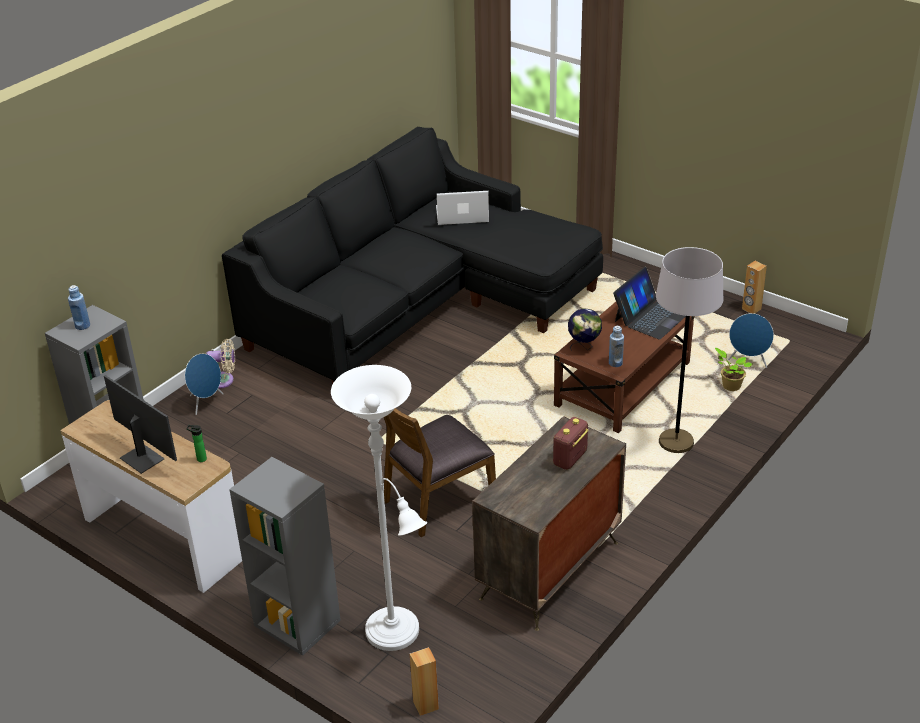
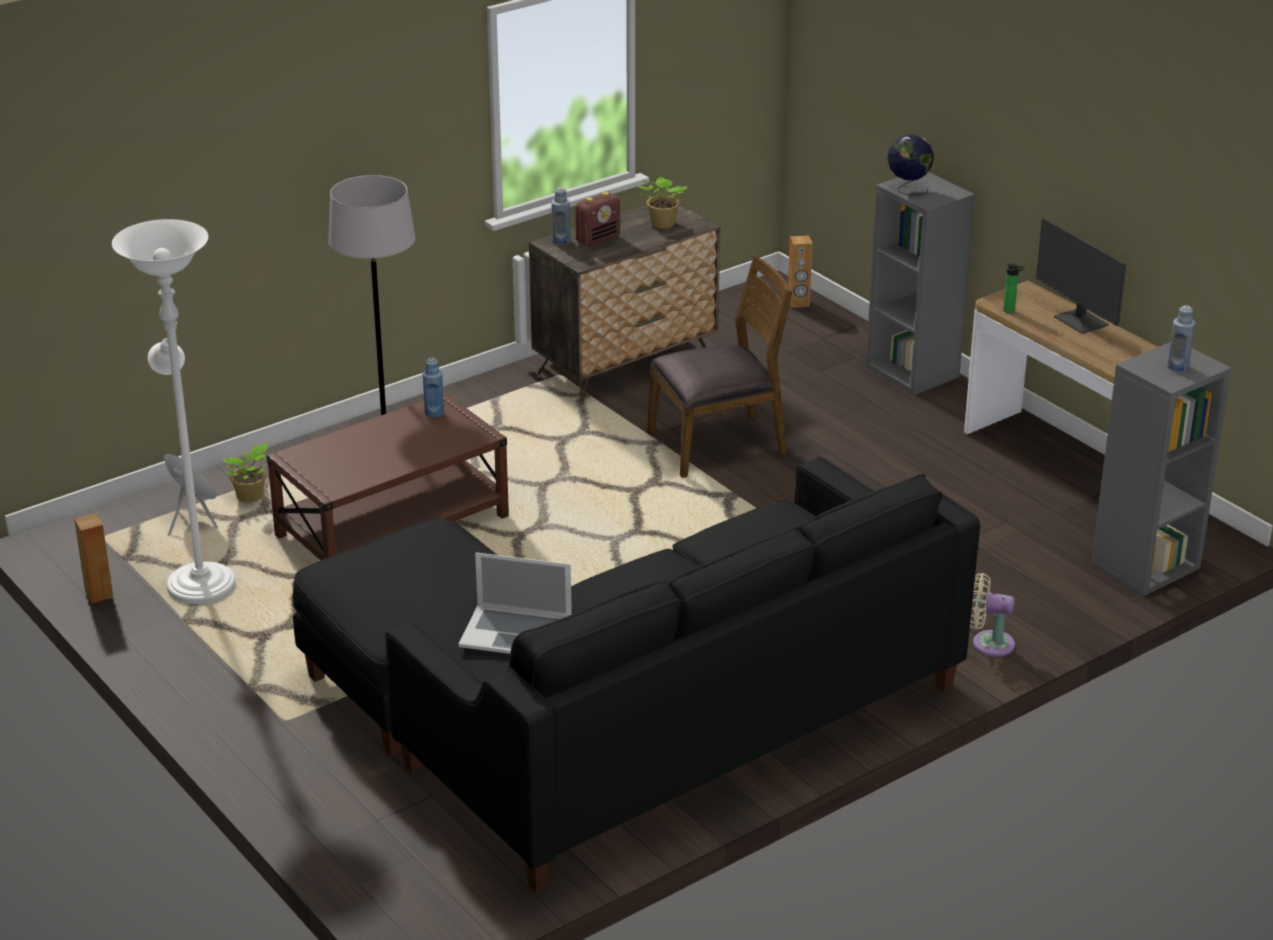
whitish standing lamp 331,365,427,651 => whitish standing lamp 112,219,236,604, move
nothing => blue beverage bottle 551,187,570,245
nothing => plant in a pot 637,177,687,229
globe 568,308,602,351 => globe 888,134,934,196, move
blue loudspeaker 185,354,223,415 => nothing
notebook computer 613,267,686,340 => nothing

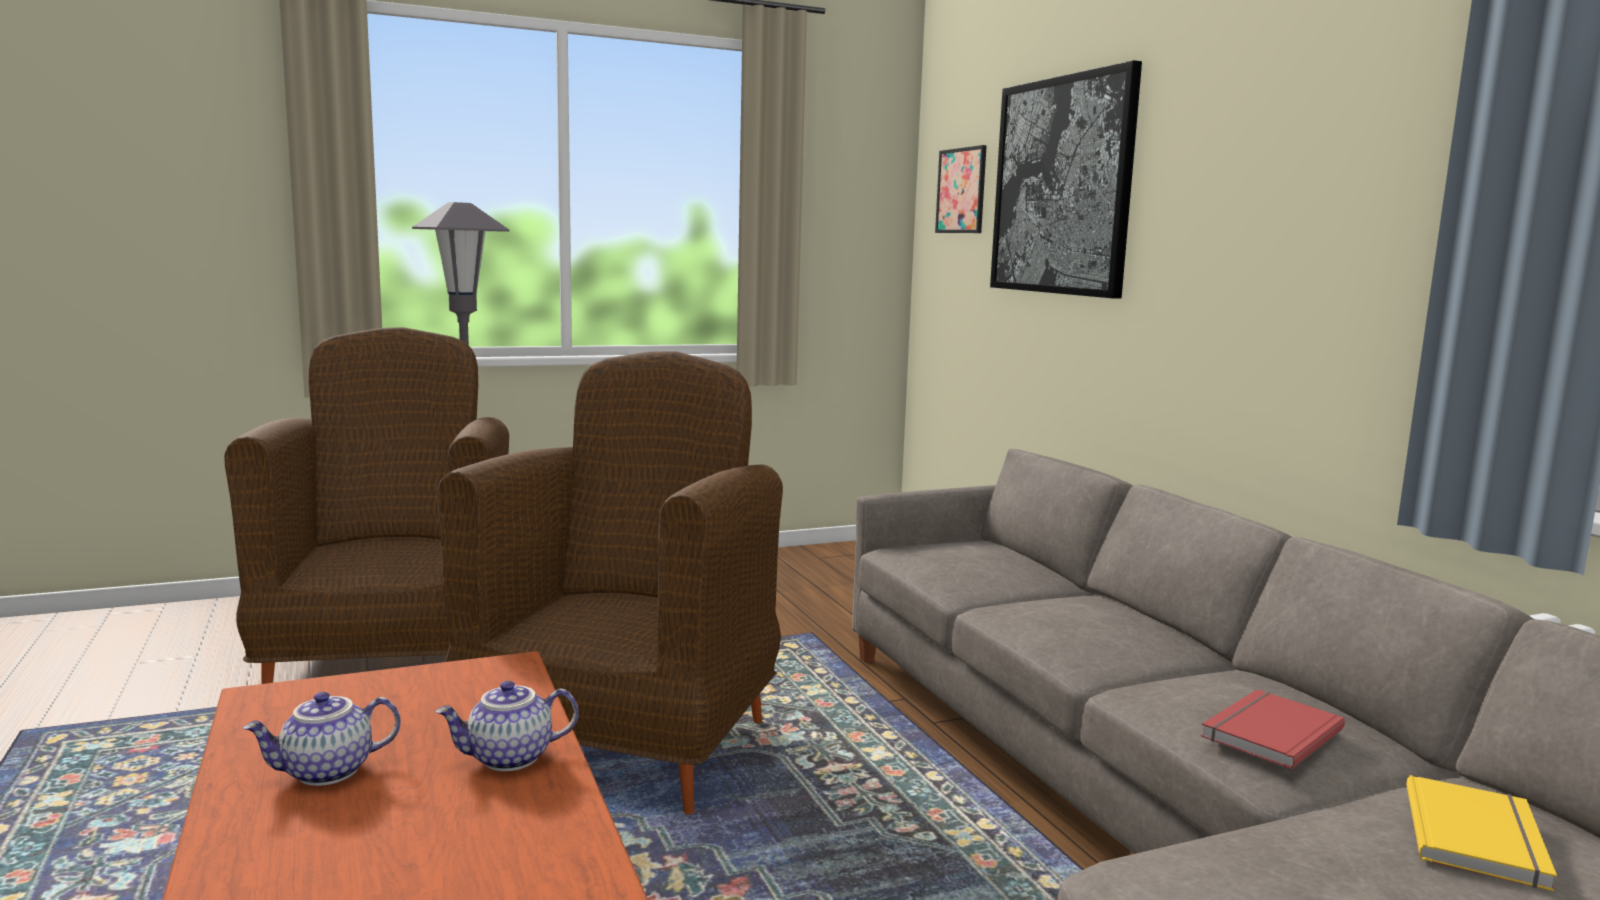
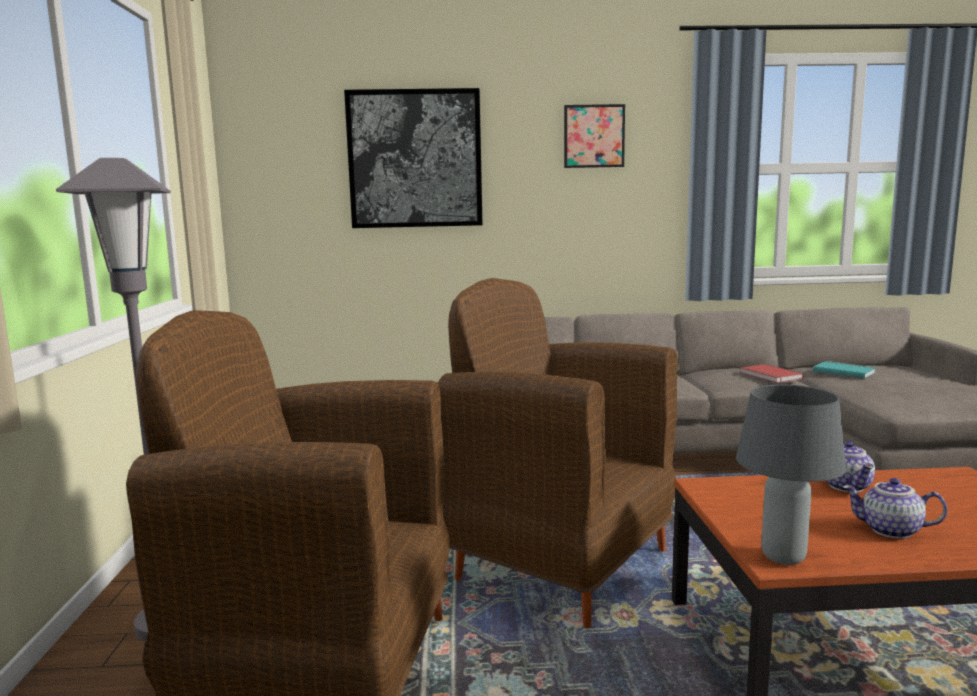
wall picture 935,145,987,233 => wall picture 564,104,625,168, move
nothing => gray table lamp 736,385,846,565
yellowish volume 1406,775,1557,891 => blue-green volume 813,361,877,379
pot for tea 242,692,400,786 => pot for tea 843,478,947,539, 120 degrees clockwise

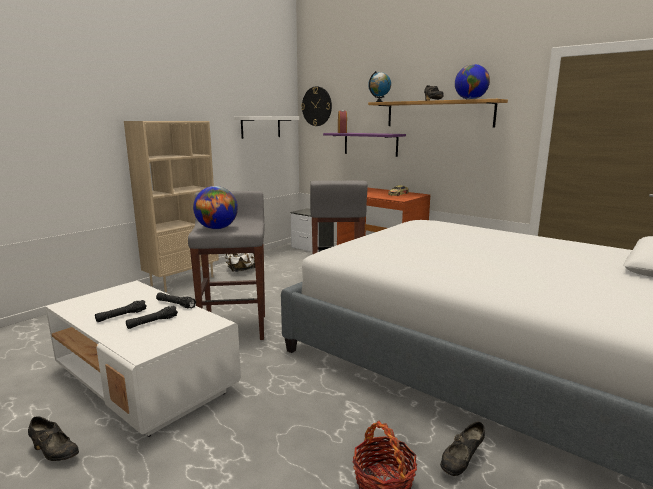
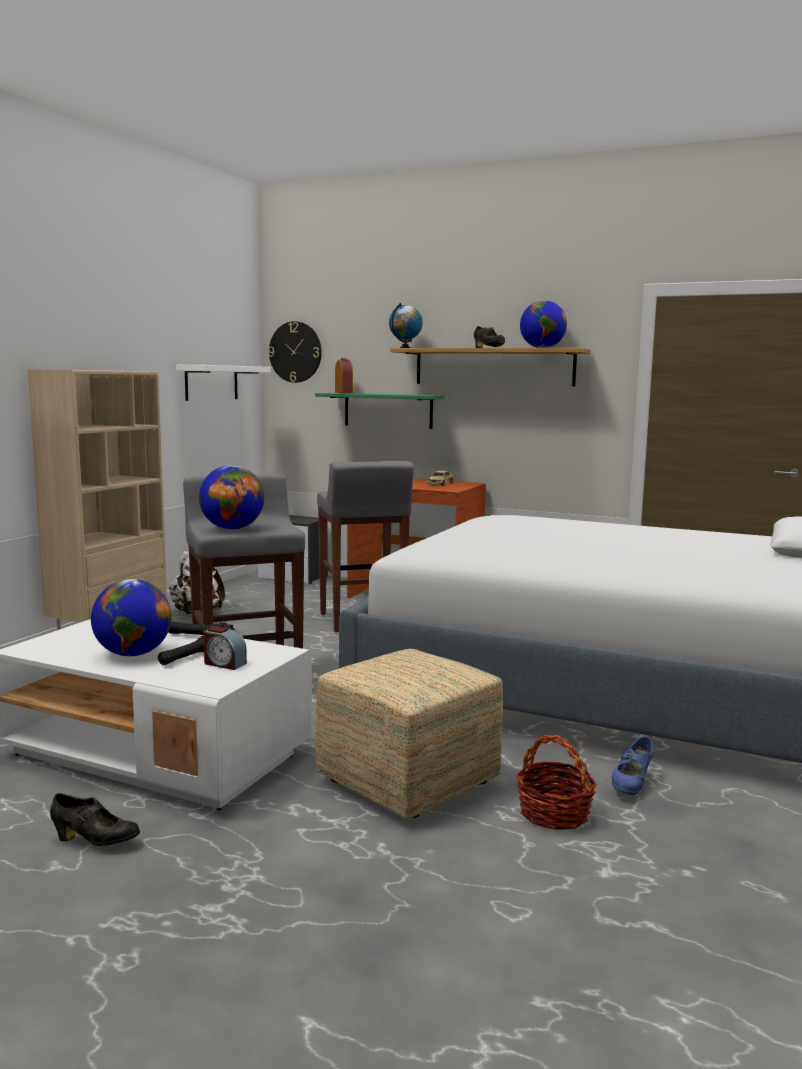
black-coloured torch 95,300,147,322 => globe 91,579,172,656
nothing => alarm clock 203,627,247,670
purple-coloured wall shelf 323,133,406,157 => green wall shelf 315,393,445,429
nothing => pouffe 316,649,503,820
black-coloured item of footwear 441,422,485,476 => blue item of footwear 612,737,653,795

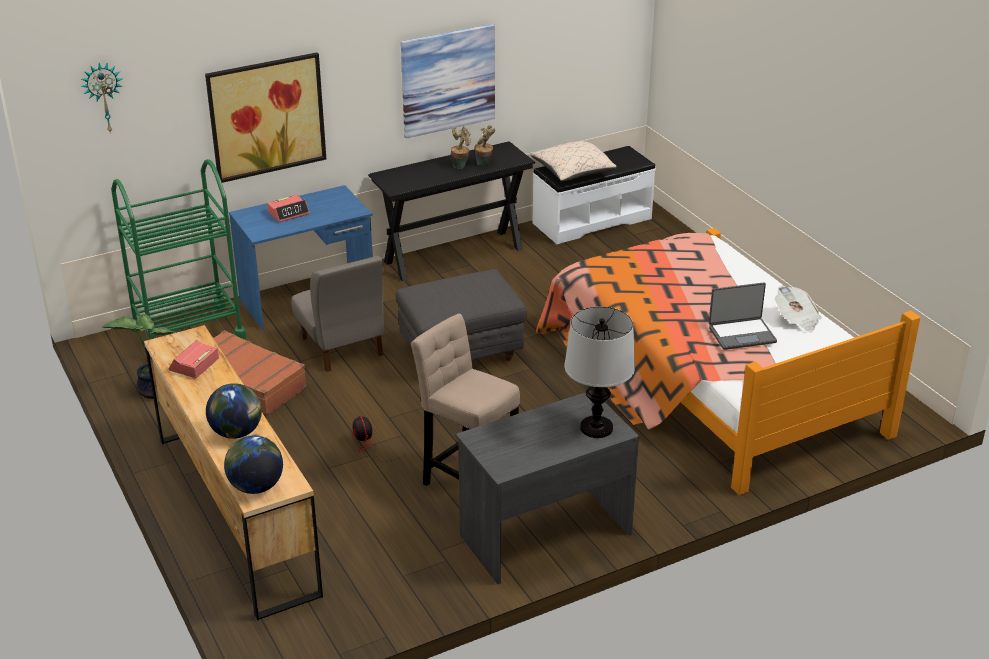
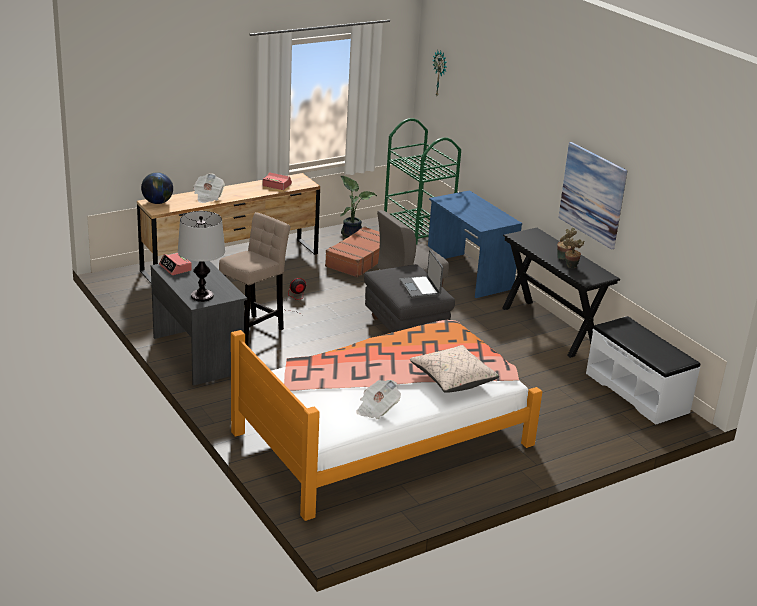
alarm clock 267,194,310,222 => alarm clock 159,253,192,275, move
globe 206,383,262,439 => printed paper 193,173,225,203
notebook computer 709,282,777,350 => notebook computer 400,250,443,299, move
beige pillow 530,141,617,181 => beige pillow 410,345,499,393, move
wall picture 205,52,326,183 => nothing

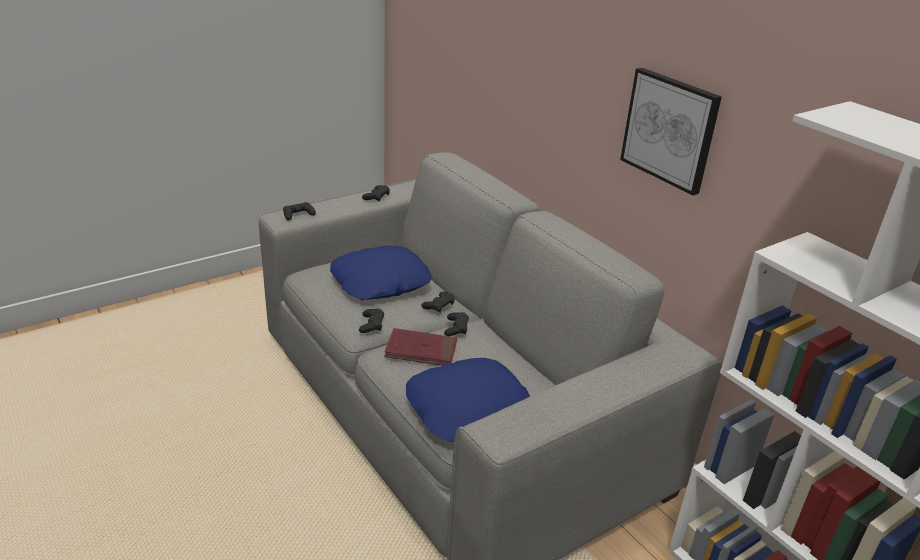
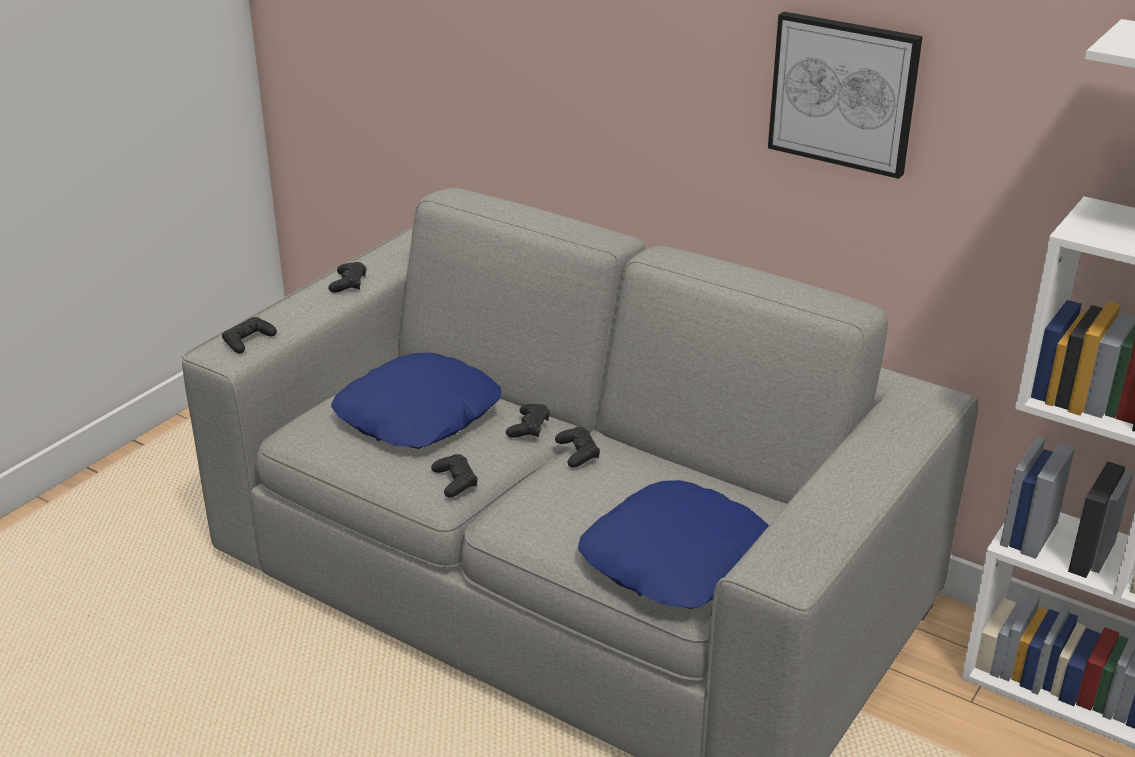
reddish volume 384,328,457,366 => nothing

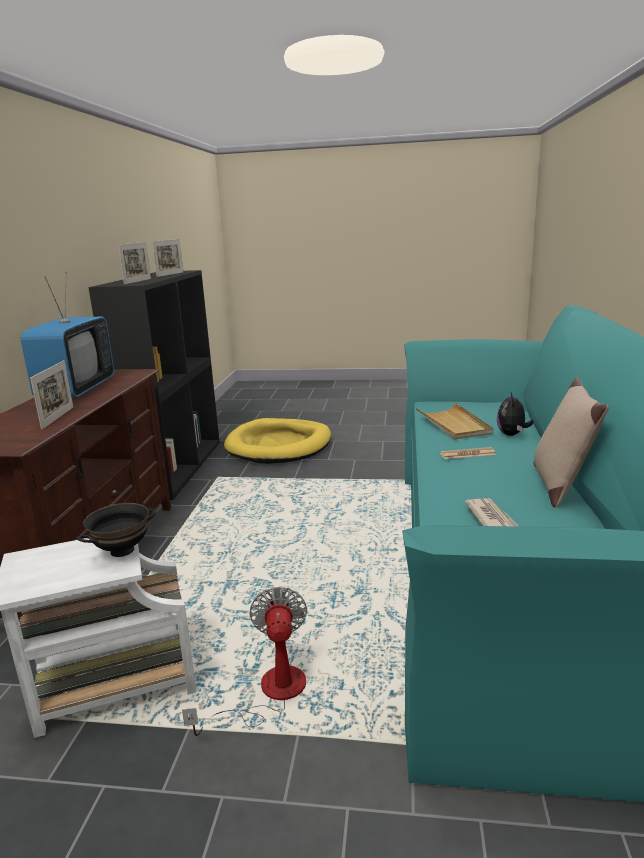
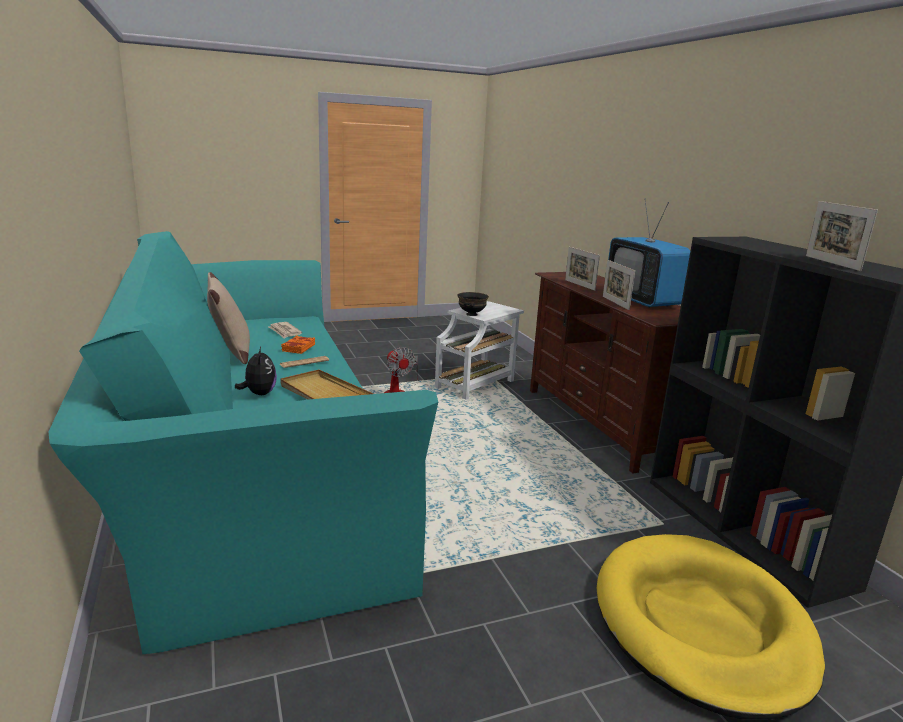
nothing => orange volume 281,336,315,354
photo frame 118,242,151,284 => photo frame 603,260,635,310, move

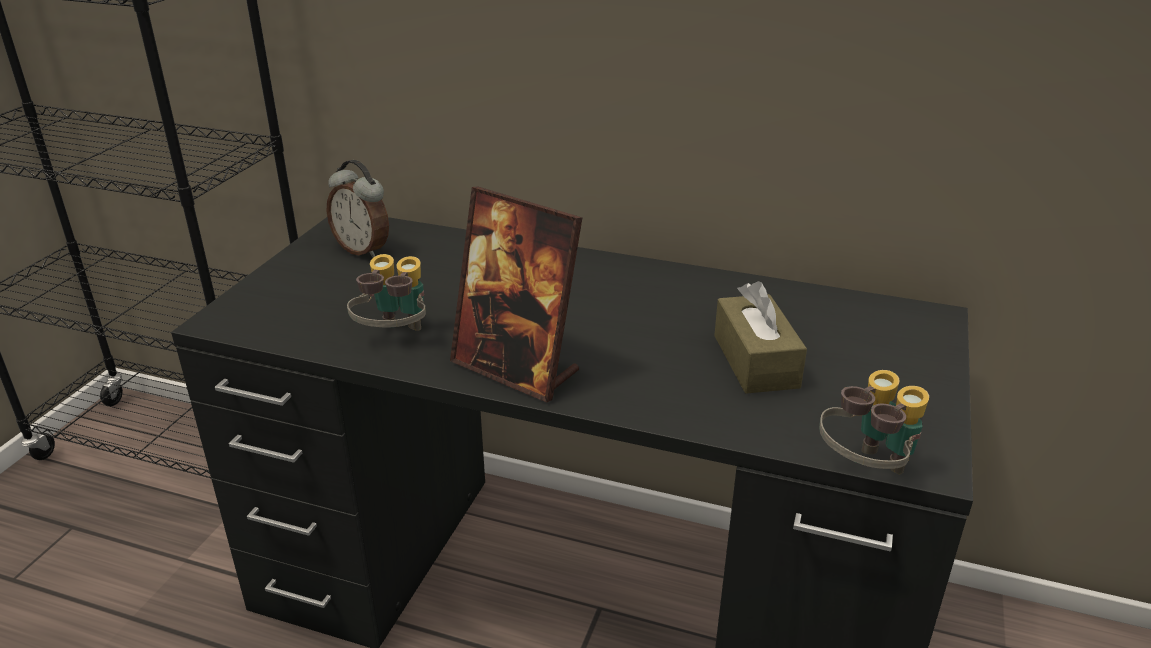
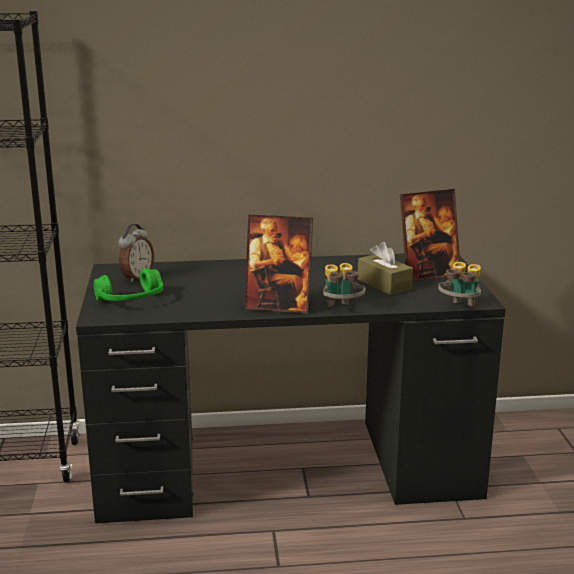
nothing => green pair of headphones 94,268,163,301
alarm clock 327,160,389,258 => alarm clock 118,224,154,283, 75 degrees counterclockwise
pair of binoculars 347,254,426,331 => pair of binoculars 323,263,365,307, move
nothing => photo frame 400,189,460,281

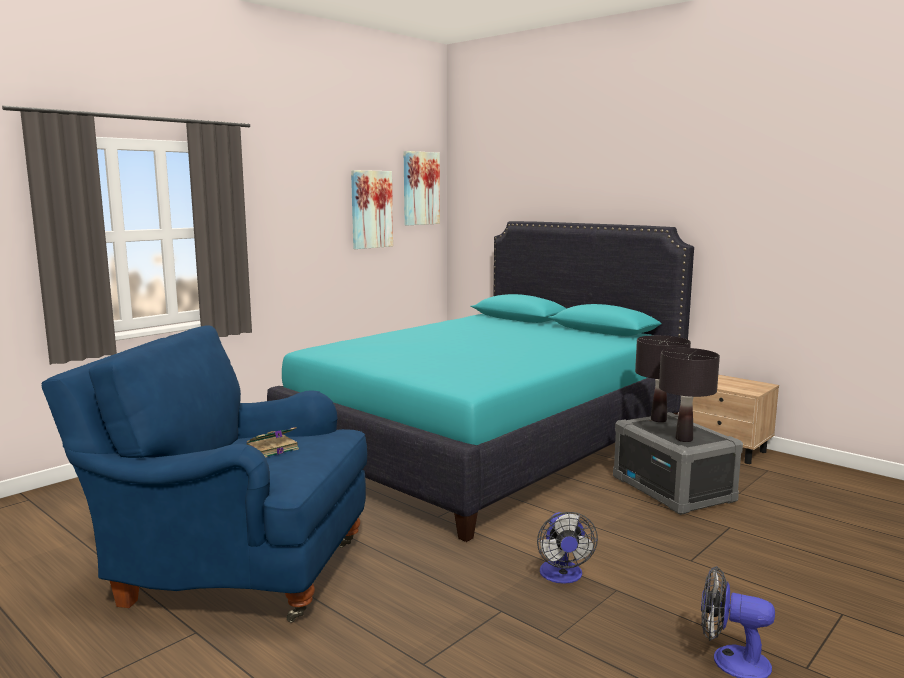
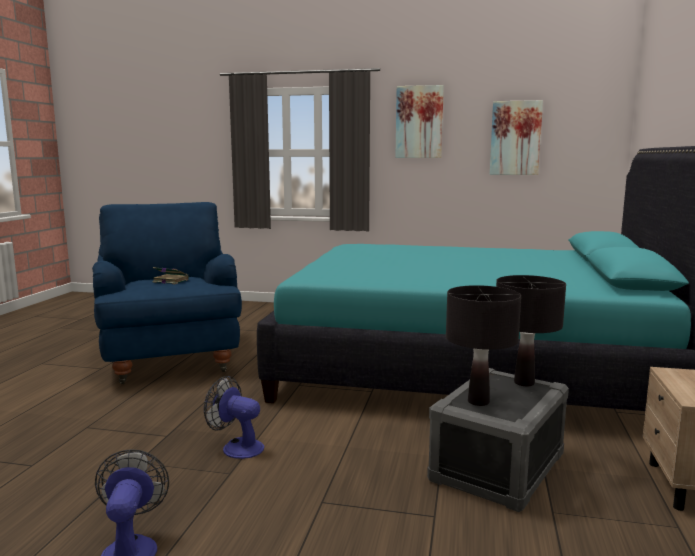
cooling fan 537,512,598,584 => cooling fan 204,376,264,459, 60 degrees clockwise
wall picture 404,151,440,225 => wall picture 395,85,444,158, move

